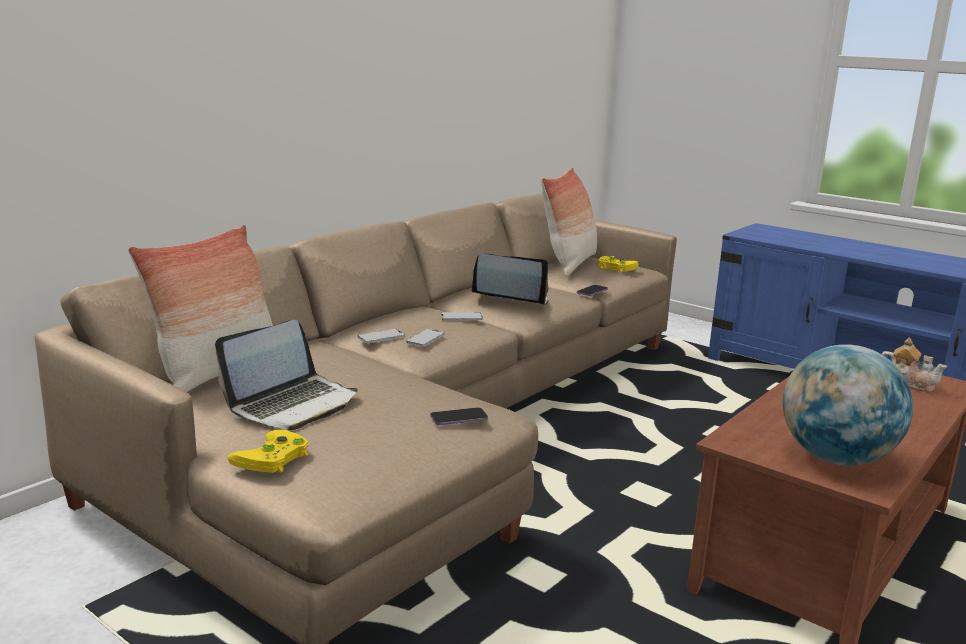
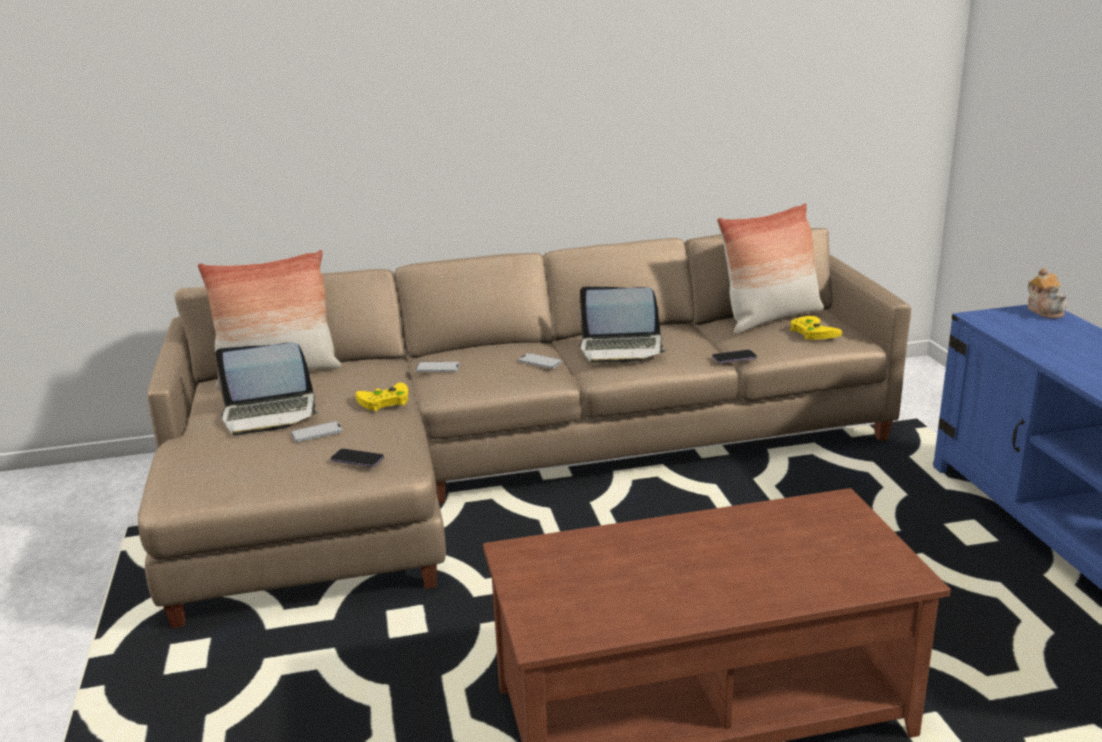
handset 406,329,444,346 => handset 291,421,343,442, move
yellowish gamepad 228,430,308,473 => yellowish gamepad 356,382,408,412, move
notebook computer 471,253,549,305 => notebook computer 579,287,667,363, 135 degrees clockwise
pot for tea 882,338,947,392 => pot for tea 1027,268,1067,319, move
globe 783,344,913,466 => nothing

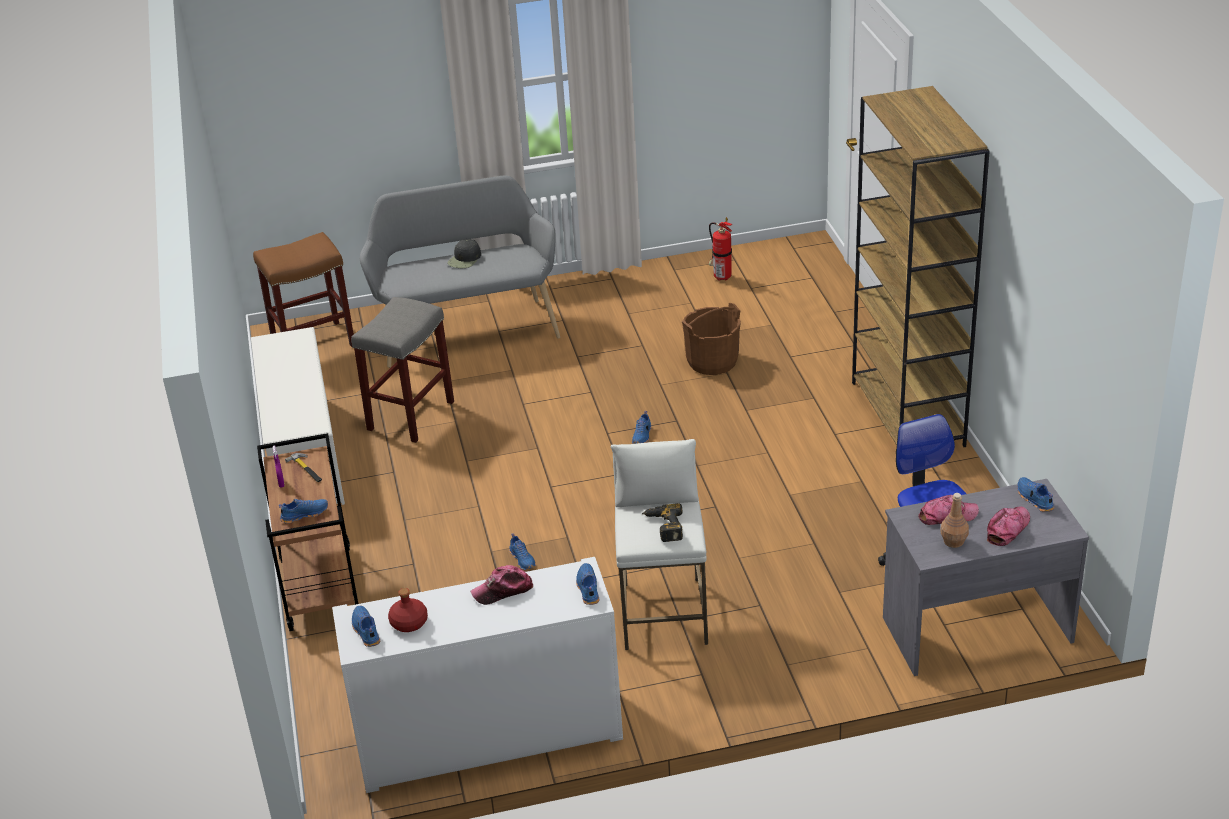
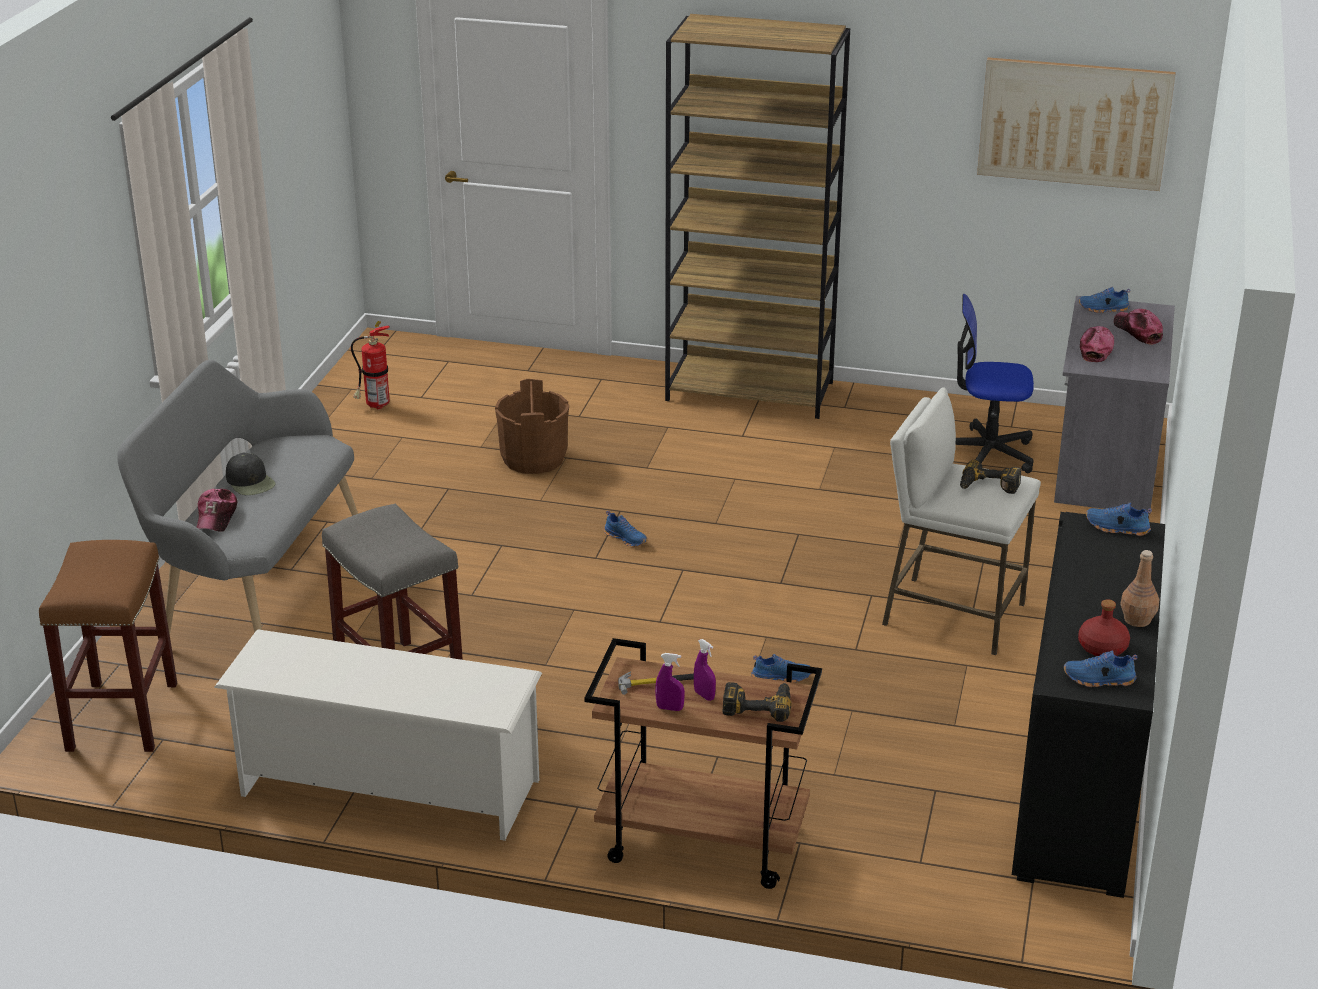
baseball cap 470,565,533,605 => baseball cap 197,489,237,532, move
nothing => purple-coloured hand sprayer 694,639,716,701
blue item of footwear 279,499,328,524 => electric drill 723,682,792,722
nothing => wall picture 977,57,1176,191
whitish storage cabinet 332,557,623,793 => black-coloured storage cabinet 1012,512,1165,898
brown-coloured beverage bottle 940,493,969,548 => brown-coloured beverage bottle 1120,550,1159,627, move

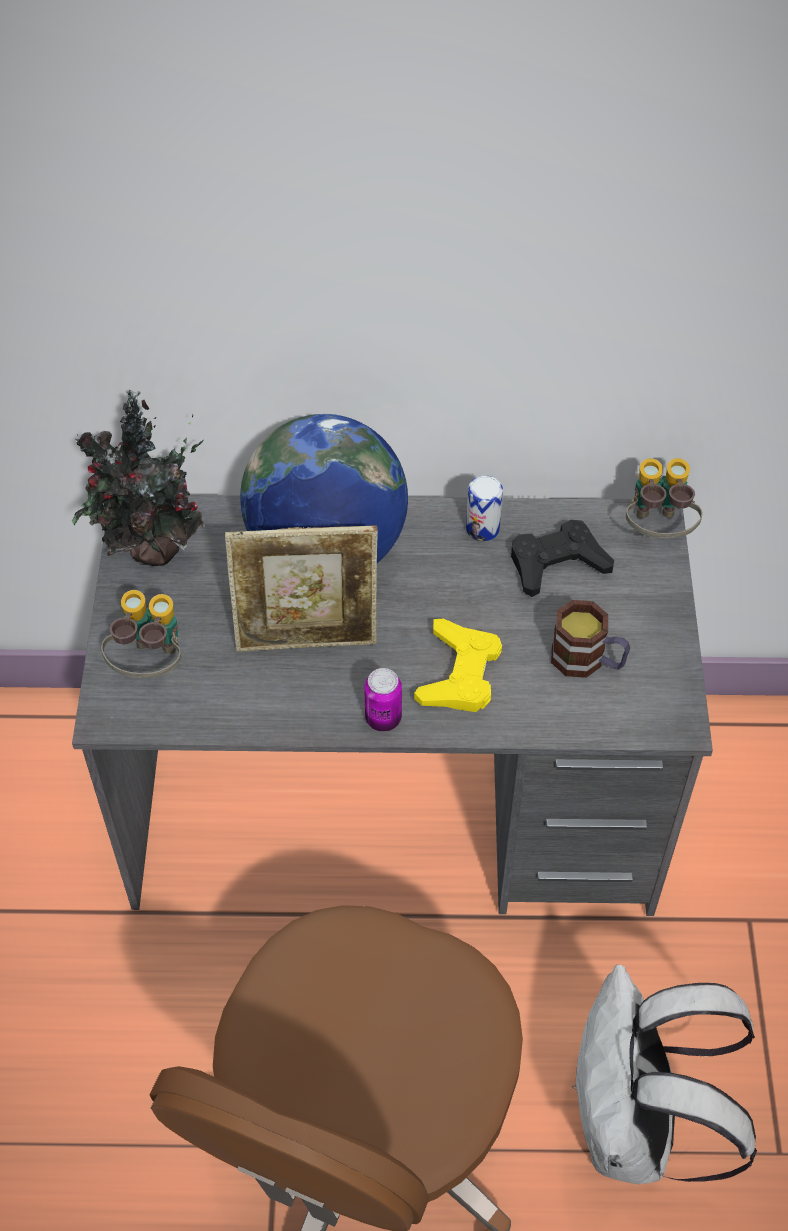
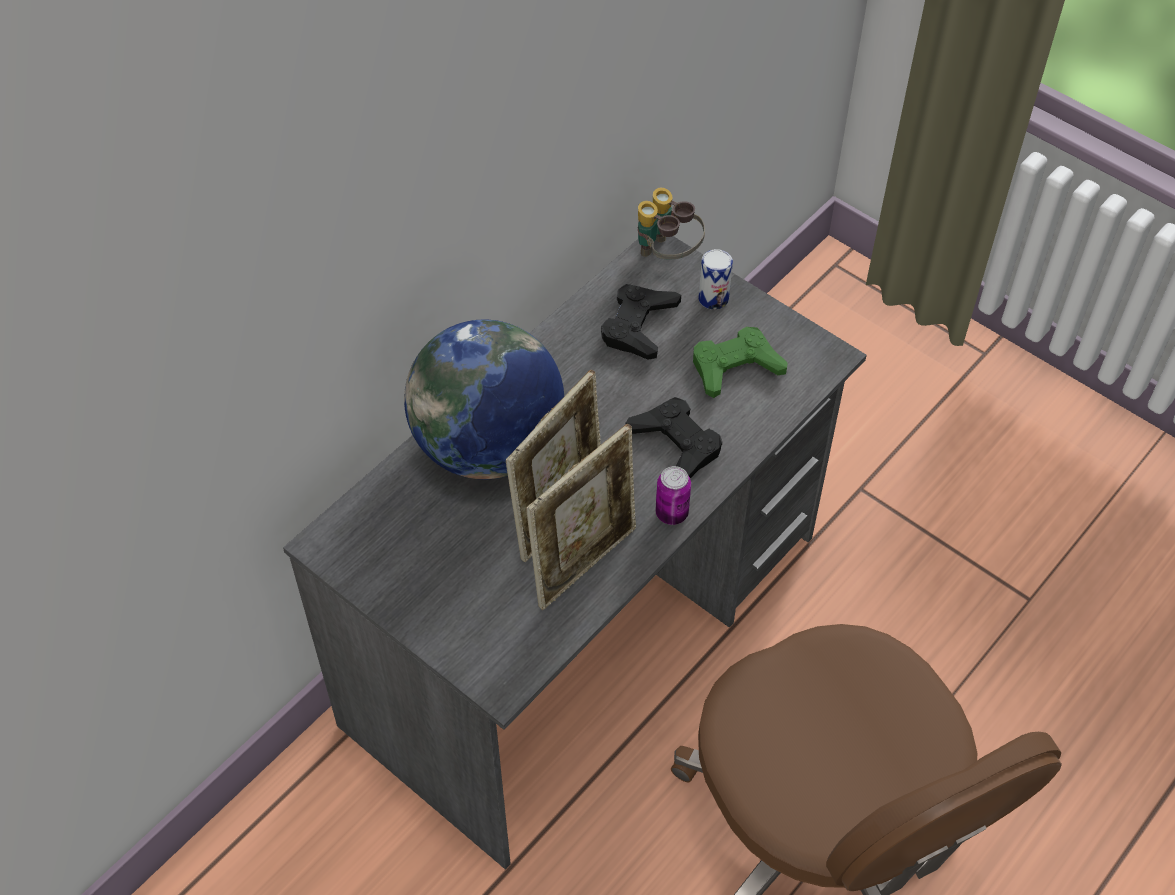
nothing => photo frame 526,424,636,610
yellowish gamepad 414,619,502,712 => black-coloured gamepad 625,397,722,478
coffee mug 551,600,630,678 => green gamepad 693,327,788,398
can 466,476,503,542 => can 699,249,733,310, move
plant in a pot 72,390,205,566 => nothing
pair of binoculars 101,590,181,679 => nothing
whitish backpack 572,965,757,1184 => nothing

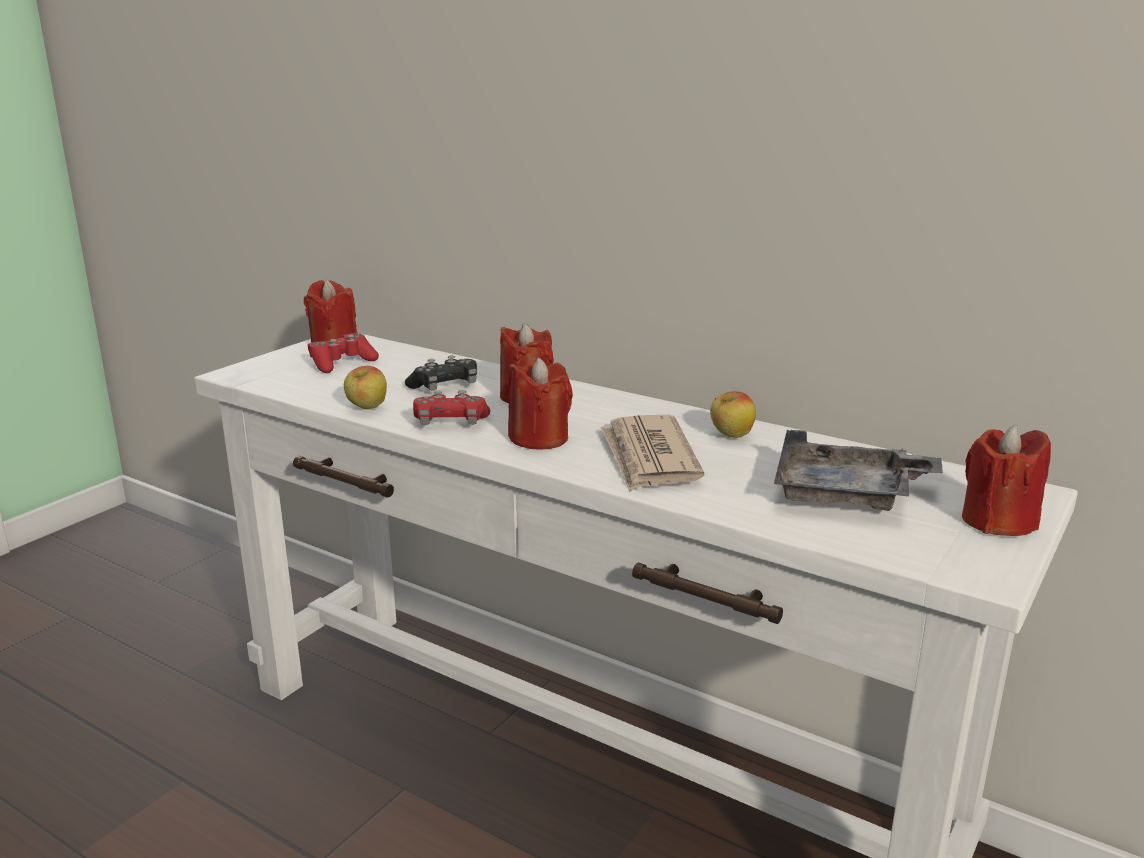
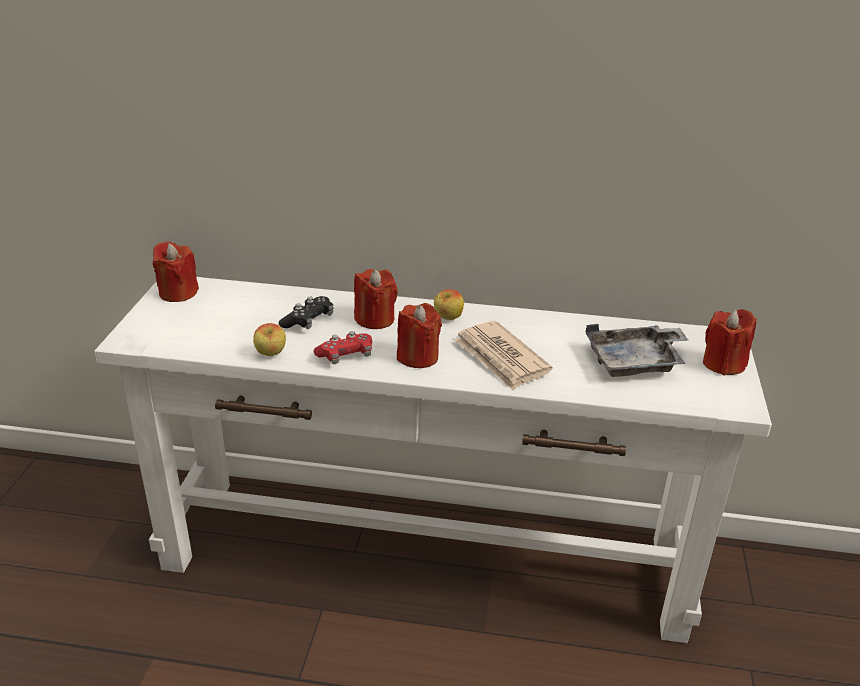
apple 710,391,756,438 => apple 434,289,464,320, move
reddish gamepad 308,333,379,373 => nothing

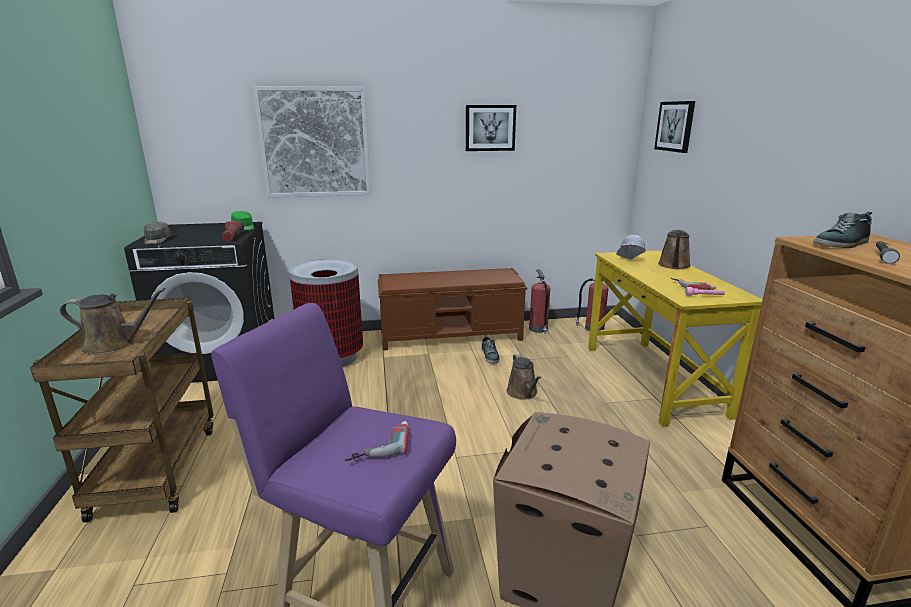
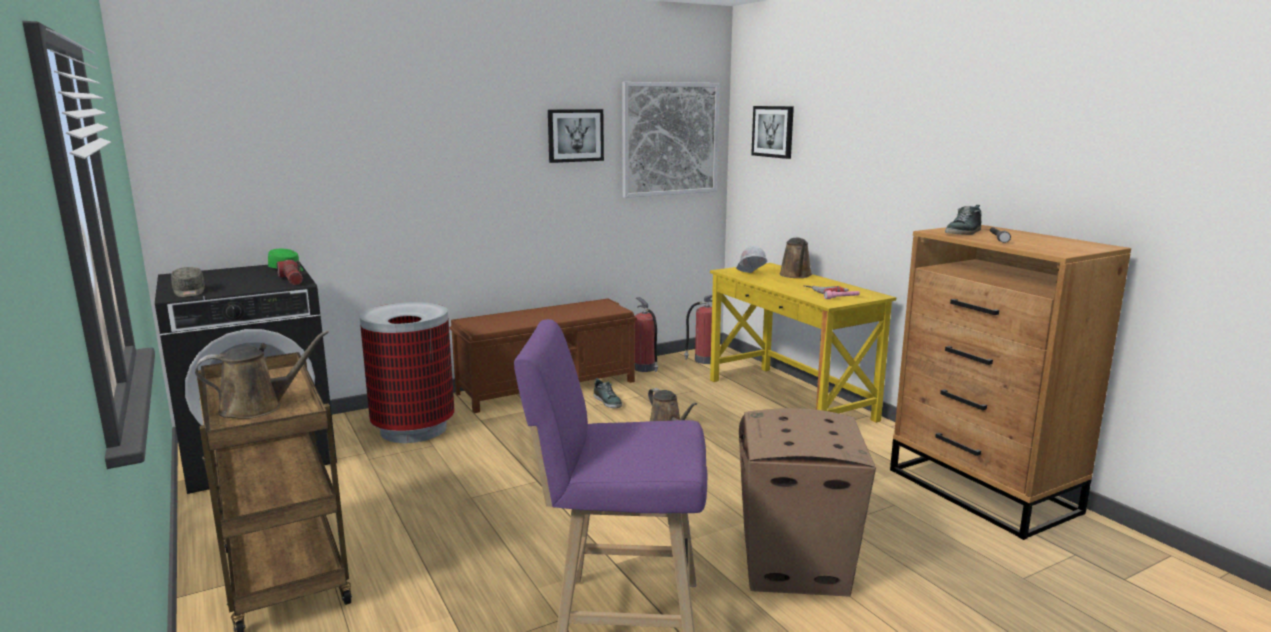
wall picture 253,86,371,197 => wall picture 622,82,720,198, move
electric drill 345,421,409,461 => nothing

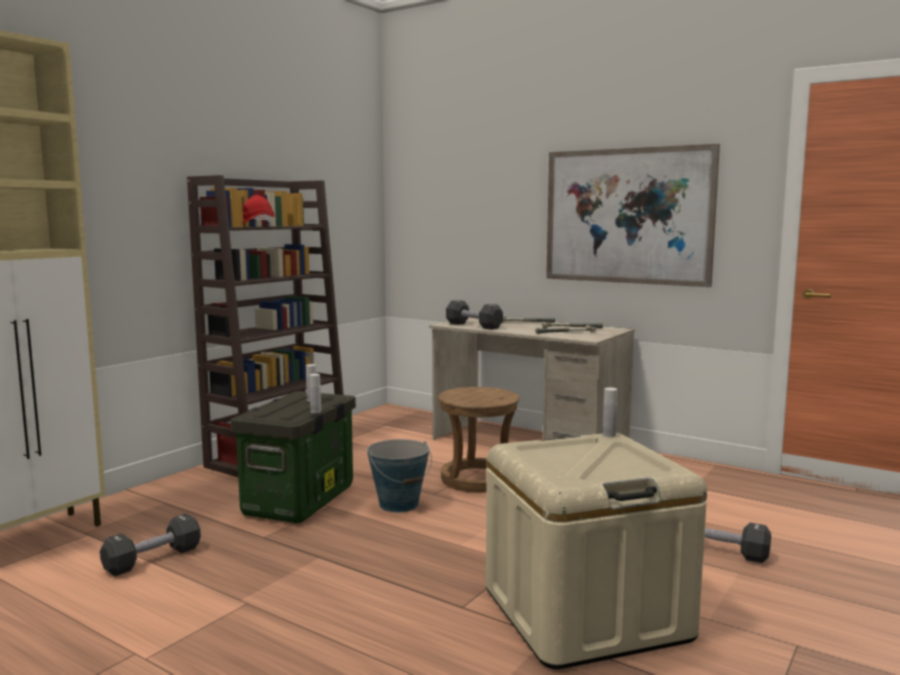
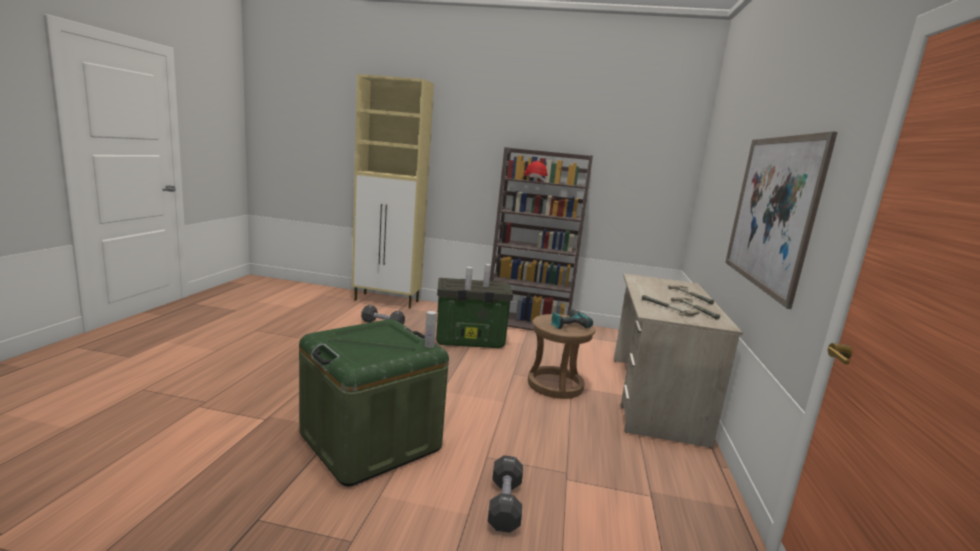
beige storage bin 486,433,707,669 => green storage bin 299,319,449,486
nothing => electric drill 551,309,593,329
bucket 367,439,432,513 => nothing
black-coloured free weight 446,300,503,330 => nothing

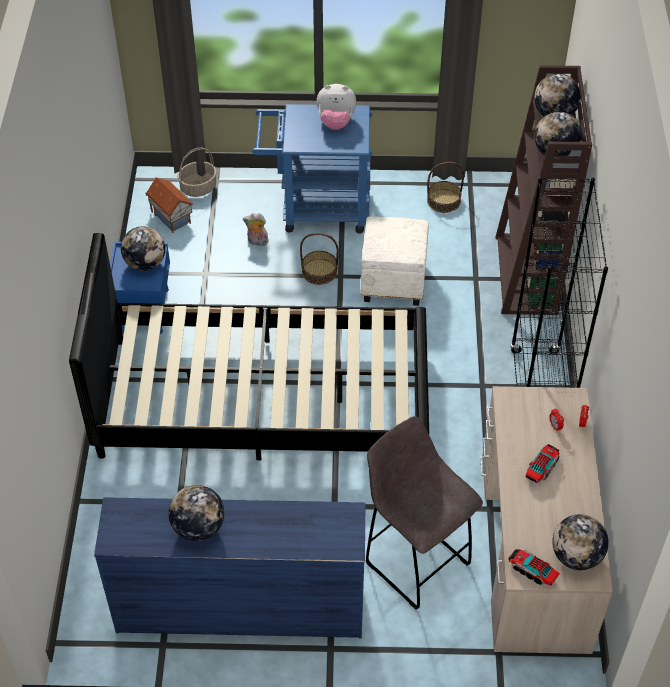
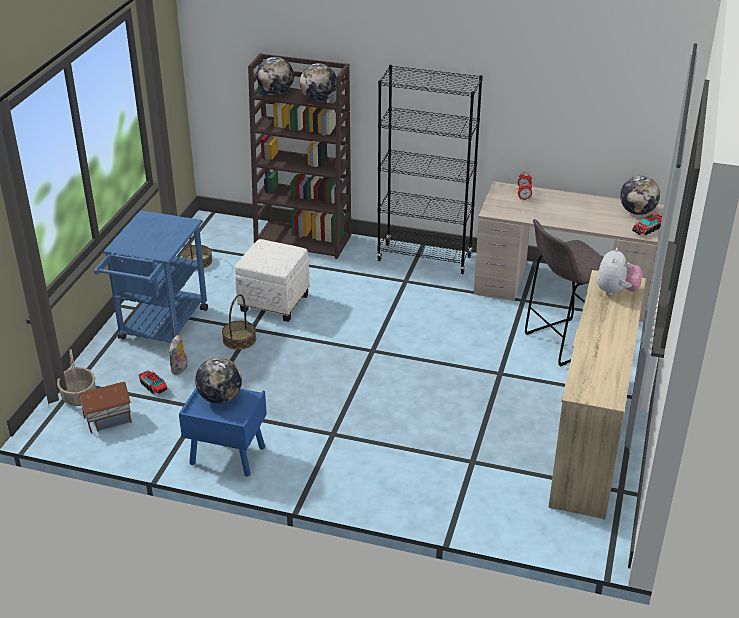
toy lorry 525,444,560,483 => toy lorry 139,370,167,395, move
blue dresser 94,497,365,639 => beige dresser 548,270,646,519
cuddly toy 317,84,356,130 => cuddly toy 596,248,642,295, move
black-coloured bed 69,233,429,460 => nothing
globe 169,485,225,541 => nothing

